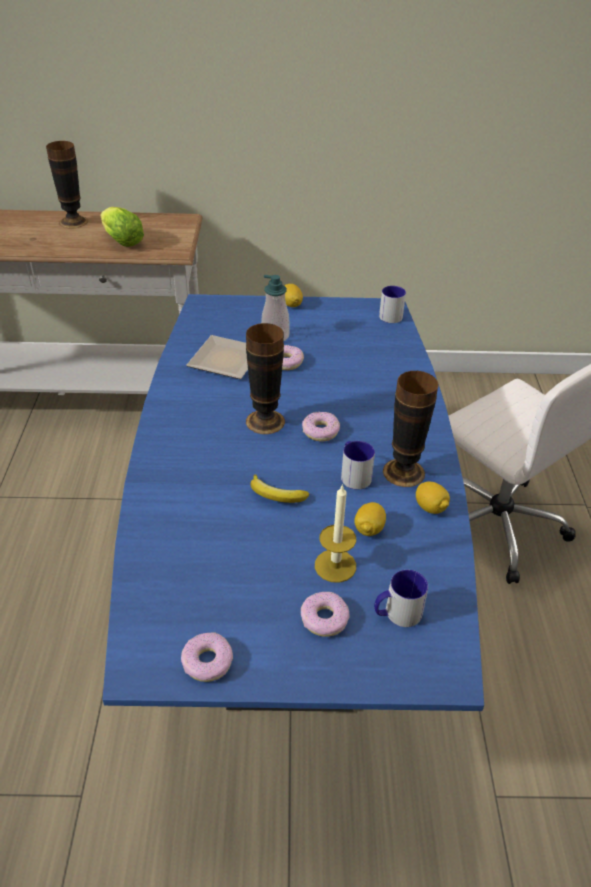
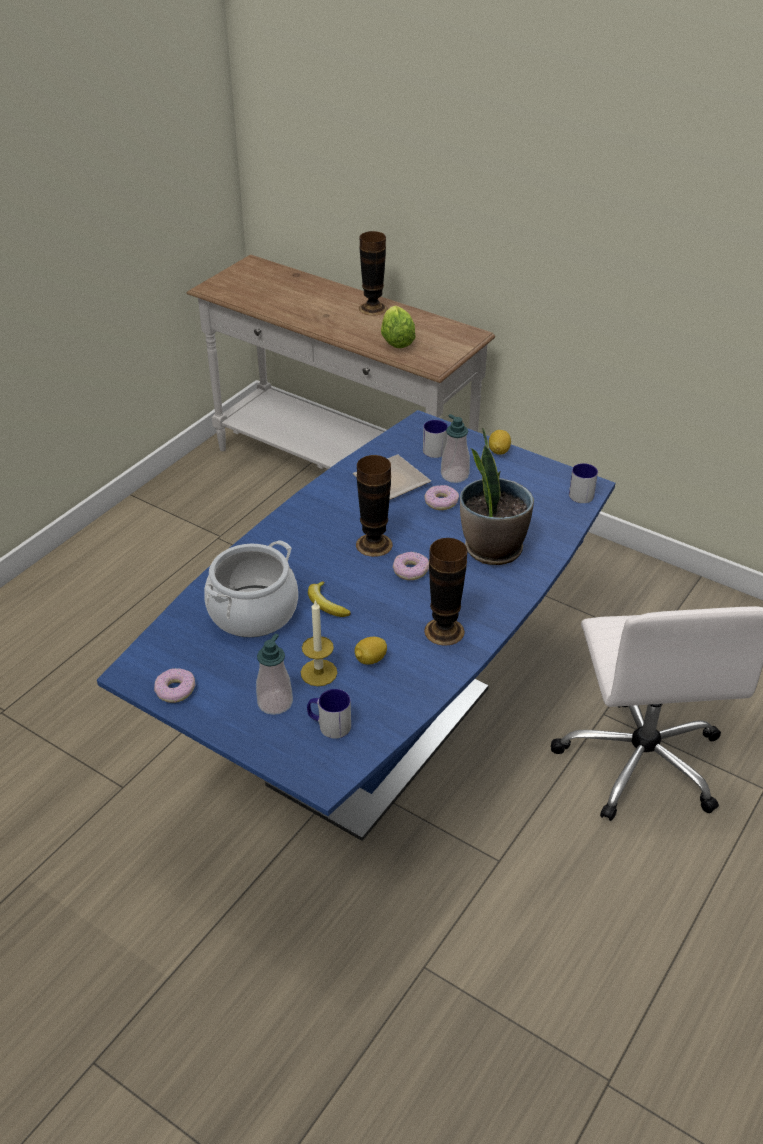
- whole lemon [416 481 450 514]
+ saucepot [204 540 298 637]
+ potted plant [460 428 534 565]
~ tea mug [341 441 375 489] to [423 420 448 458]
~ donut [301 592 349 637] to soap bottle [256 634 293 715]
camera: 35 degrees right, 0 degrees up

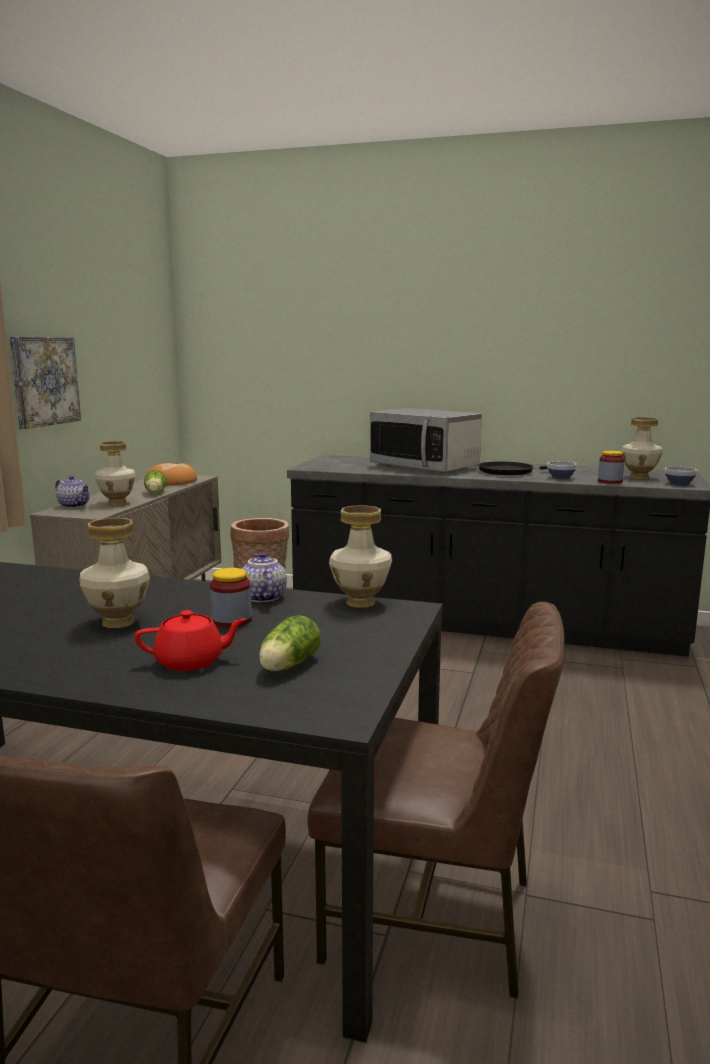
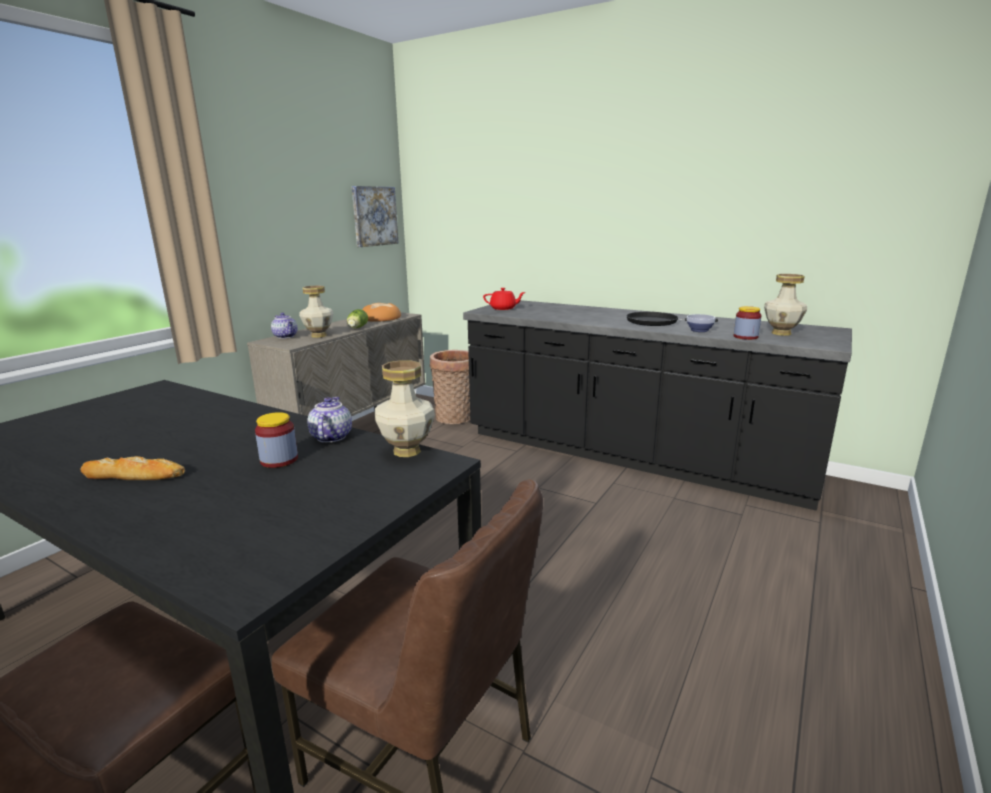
- flower vase [80 518 150 628]
- lettuce [259 615 320 671]
- microwave [370 408 482 473]
- serving bowl [665 466 697 486]
+ baked bread [80 456 185 480]
~ wall picture [9 337 81 429] to [352 186 398 247]
~ red-coloured tea pot [134 610 246 671] to [483 288 526 310]
camera: 15 degrees right, 5 degrees up

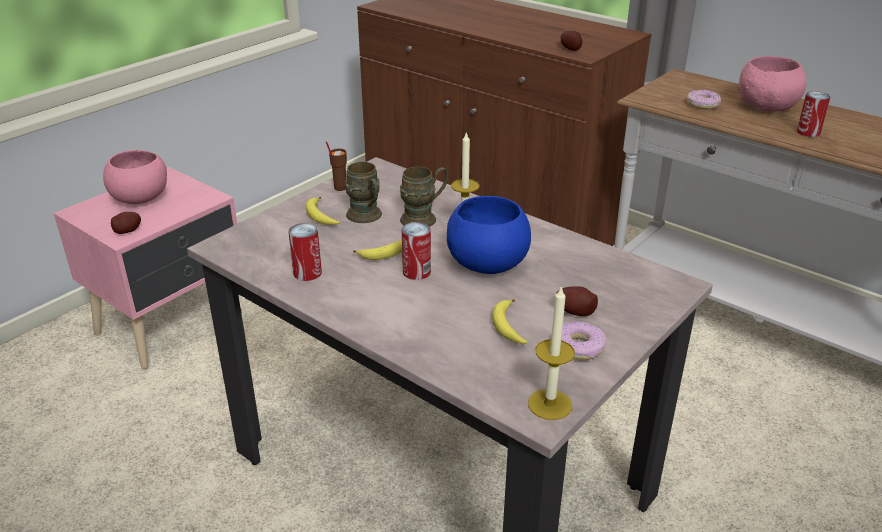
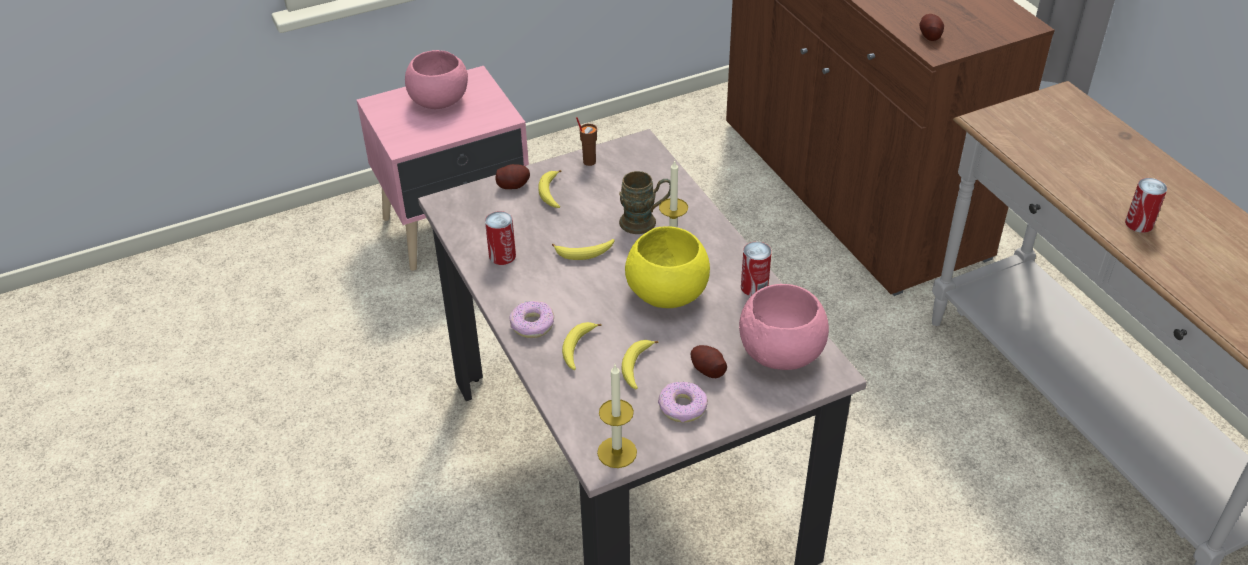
- brownish tea mug [345 162 382 223]
+ banana [562 322 602 370]
~ whole potato [111 212 141 234] to [496 164 530 189]
~ sealed can [402 222 431 280] to [741 242 772 296]
~ donut [687 90 721 110] to [510 301 554 338]
~ pinkish serving bowl [739 56 806 112] to [739 284 829 370]
~ blue serving bowl [447 196 531 274] to yellowish serving bowl [625 226 710 308]
camera: 25 degrees right, 10 degrees up

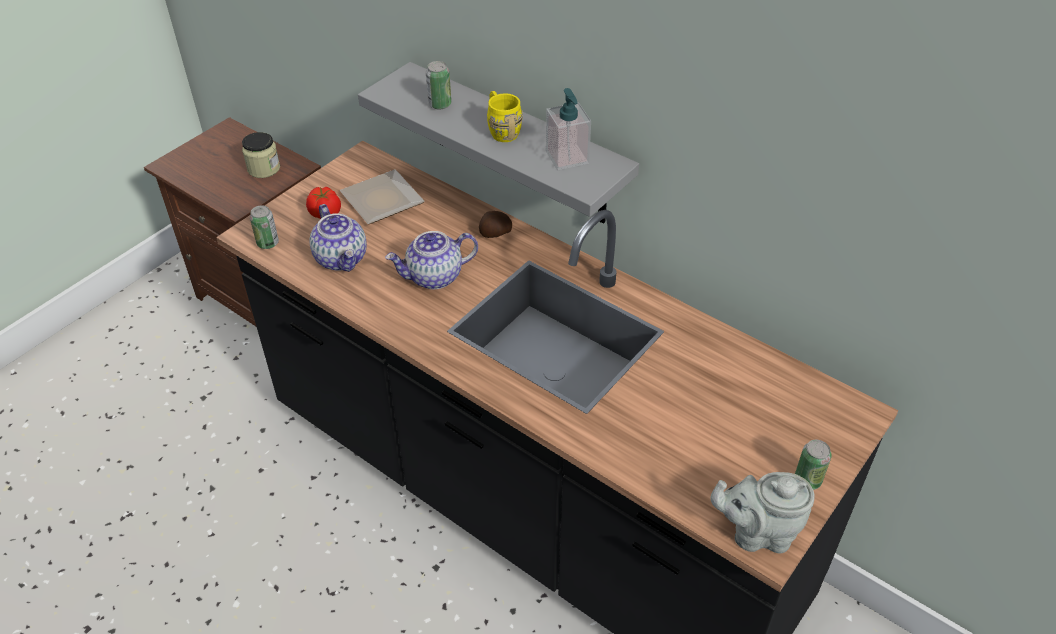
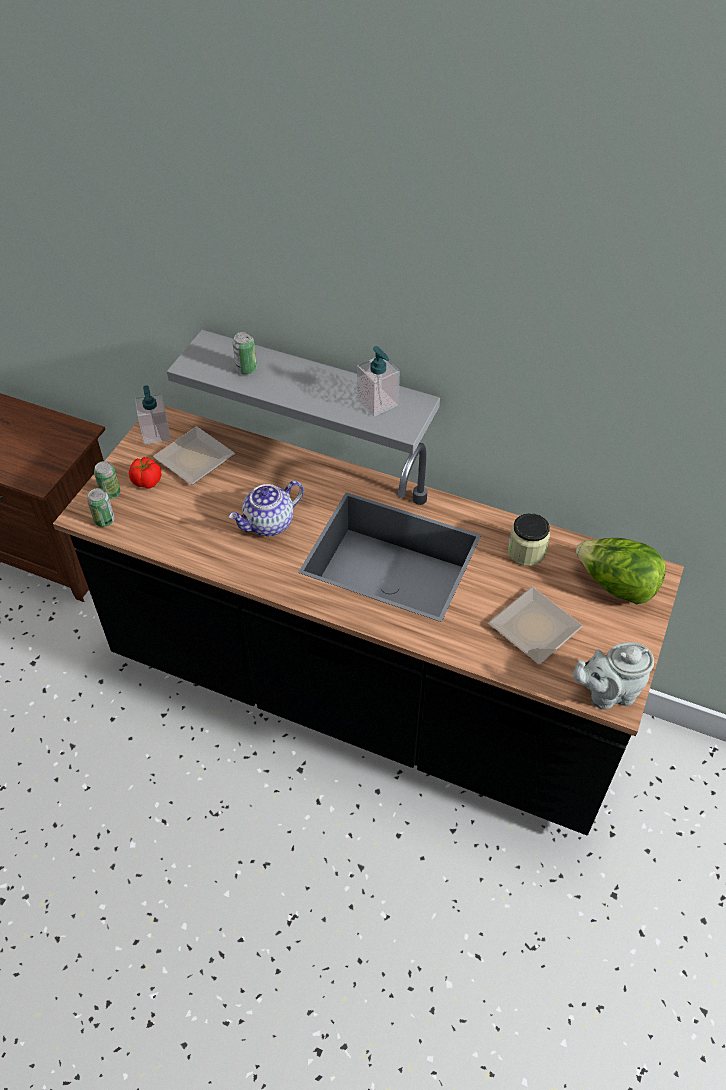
- tea pot [309 204 367 272]
- whole potato [479 211 512 238]
- yellowish tea mug [487 91 523 142]
+ soap bottle [135 385 171 444]
+ plate [488 587 583 664]
+ lettuce [576 538 665 604]
~ jar [242 132 280 178] to [508 513 550 566]
~ sealed can [795 440 832 490] to [94 461 121 499]
camera: 15 degrees left, 5 degrees up

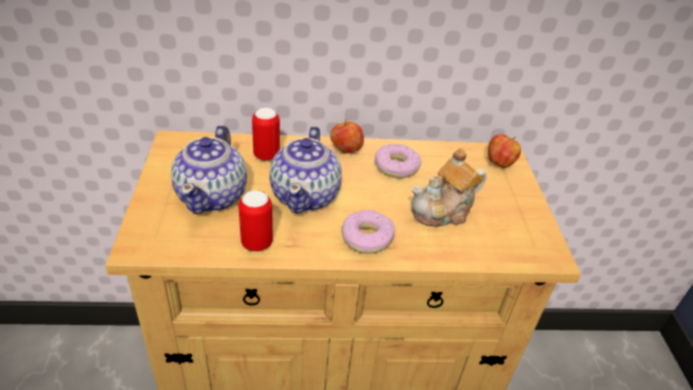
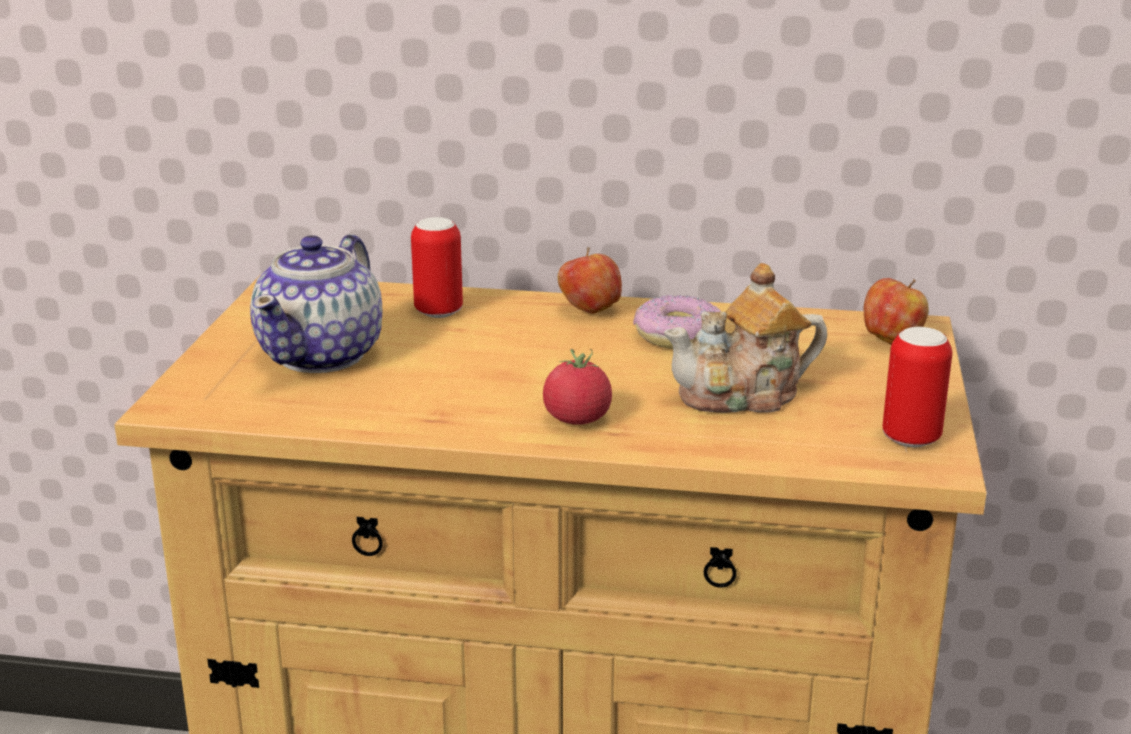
- tea pot [269 126 342 213]
~ sealed can [238 190 273 252] to [882 327 952 447]
~ donut [341 210 395 254] to fresh tomato [543 349 612 425]
camera: 15 degrees right, 15 degrees down

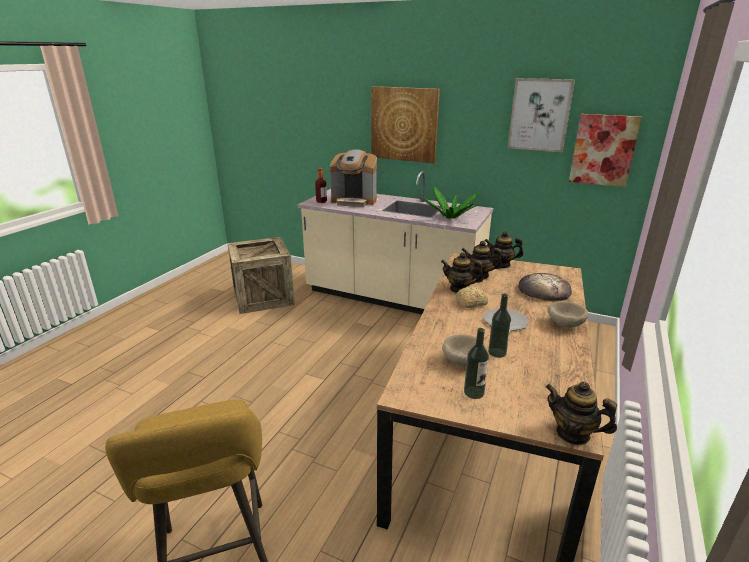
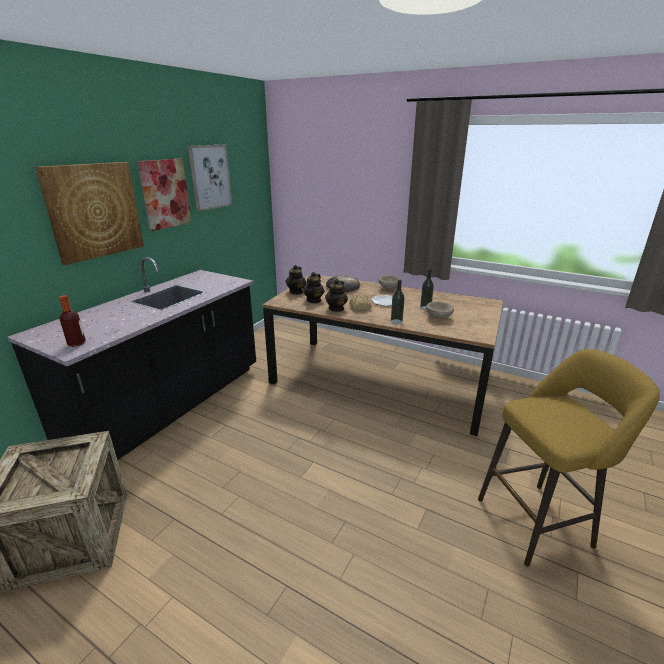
- coffee brewer [330 149 377 207]
- potted plant [424 186 480 219]
- tea pot [546 381 617 445]
~ bottle [464 328 489 399] to [391 280 405 324]
~ wall picture [569 114 642 187] to [137 159 192 231]
~ beige-coloured counter [298 171 493 314] to black-coloured counter [7 257 256 460]
camera: 85 degrees left, 0 degrees up

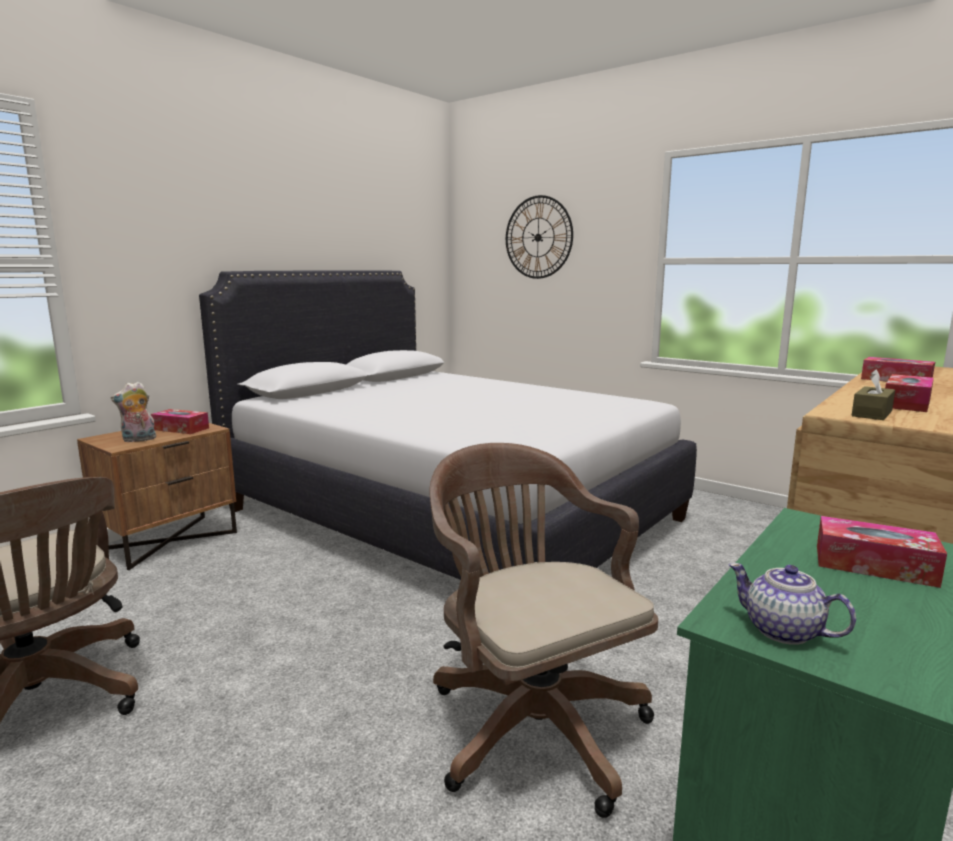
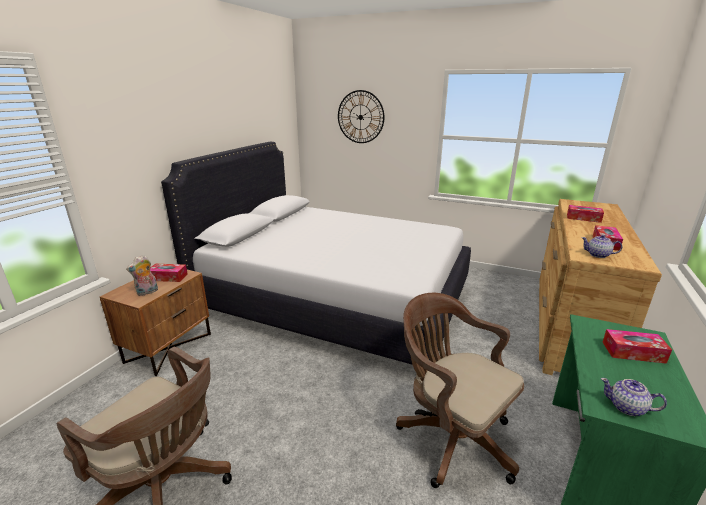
~ brownish tissue box [851 370 895 420] to tea pot [581 235 622 258]
camera: 15 degrees left, 10 degrees up

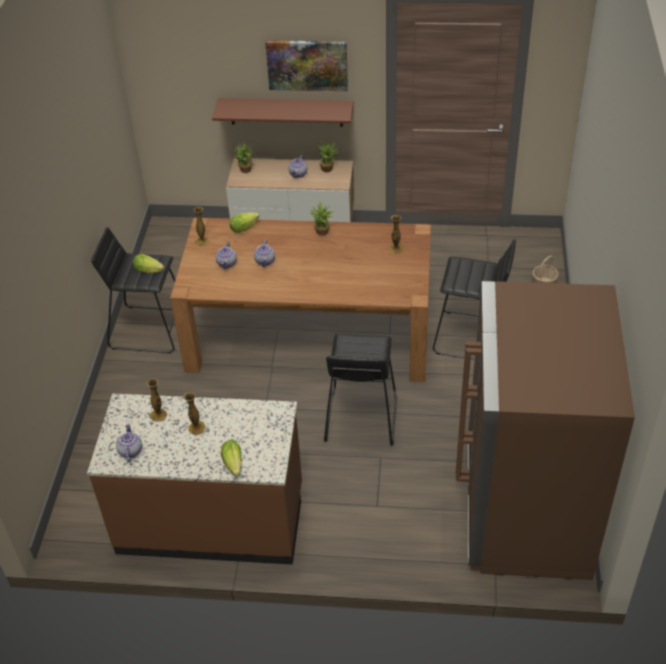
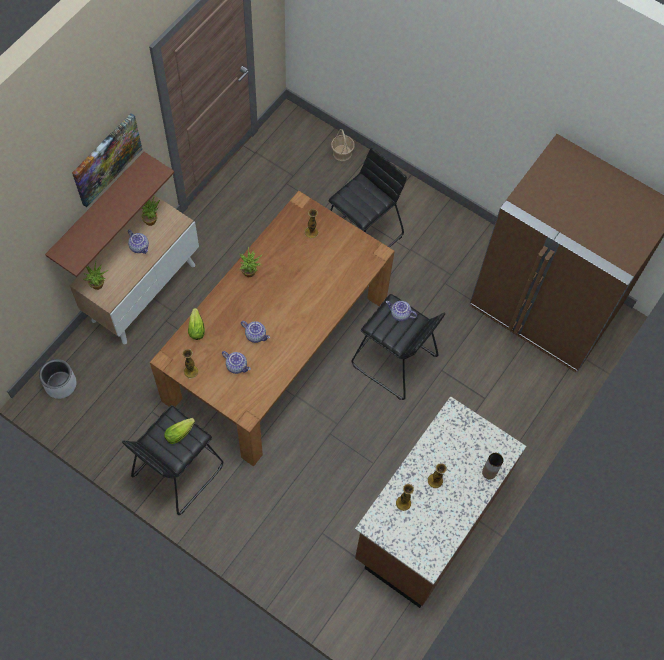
+ gray flower pot [39 359 76 399]
~ tea pot [116 423 142 462] to [386 301 417 321]
~ lettuce [221 440 242 476] to brownish flower vase [482 453 503 479]
camera: 65 degrees left, 20 degrees up

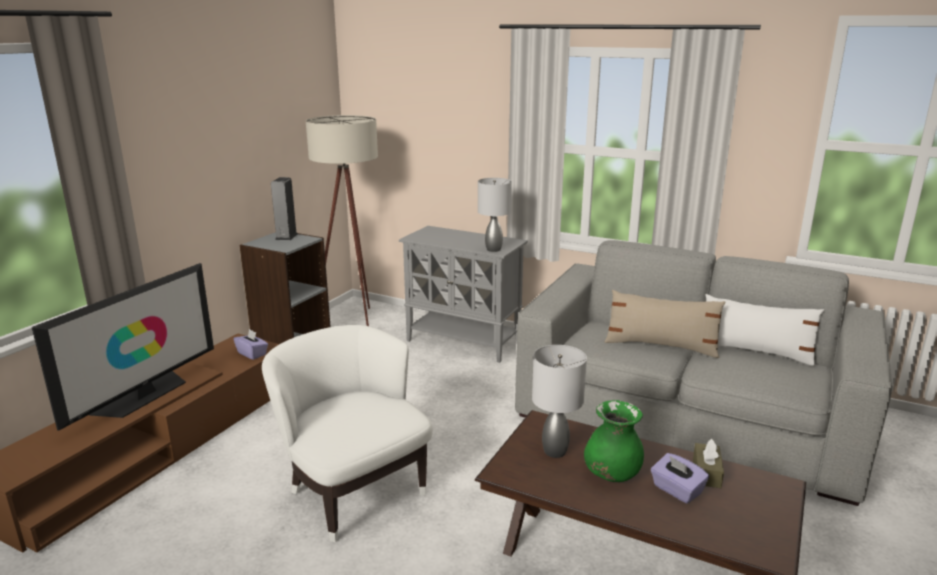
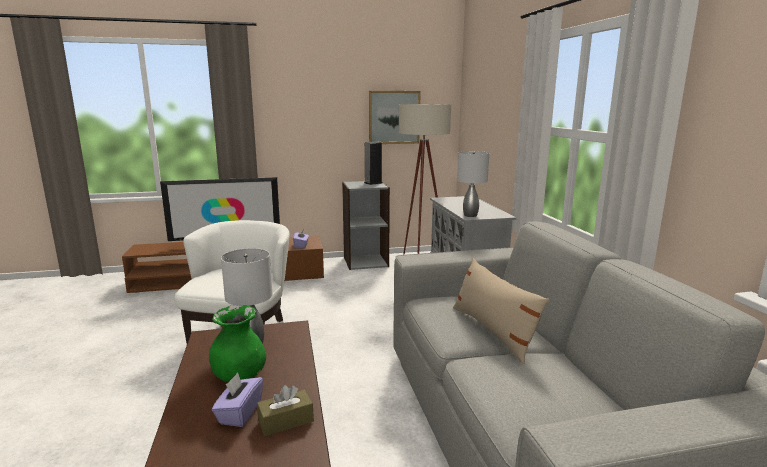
- whitish cushion [706 294 824 366]
+ wall picture [369 91 421 144]
camera: 50 degrees right, 5 degrees down

